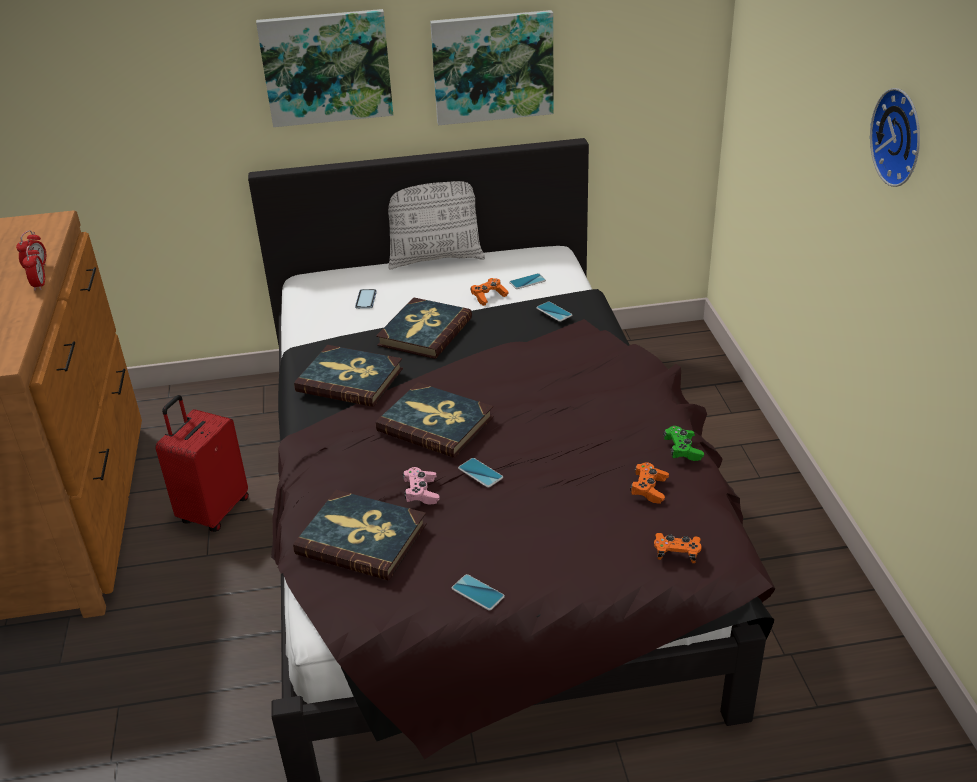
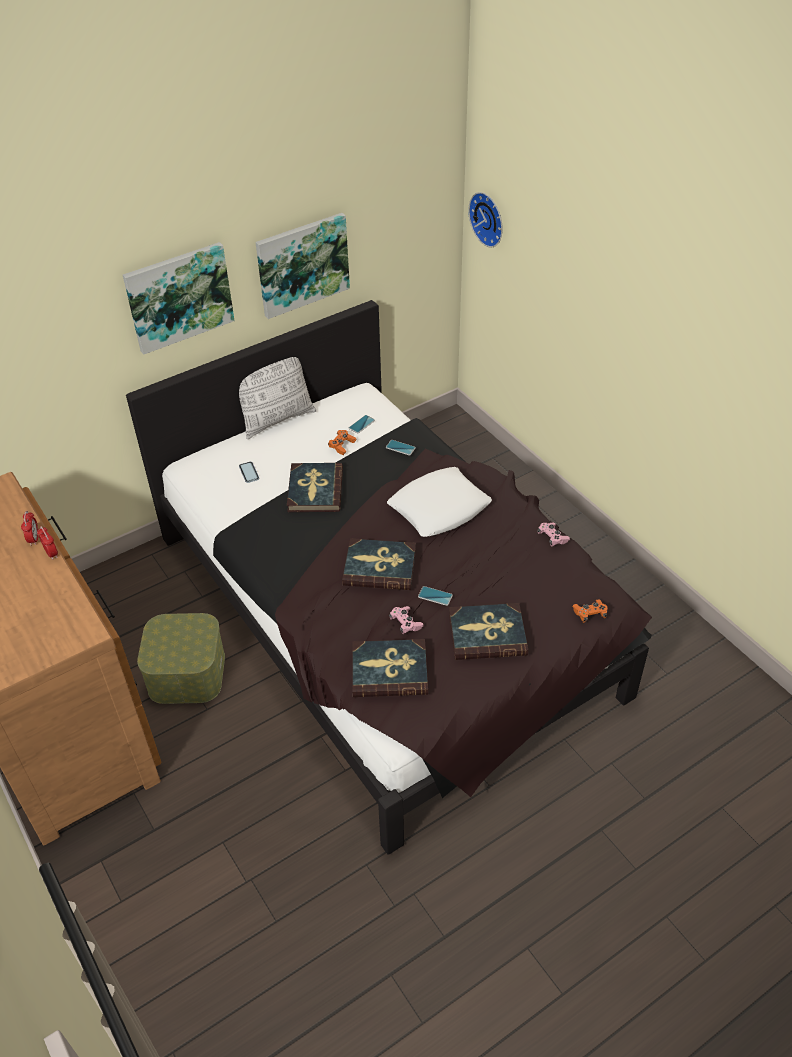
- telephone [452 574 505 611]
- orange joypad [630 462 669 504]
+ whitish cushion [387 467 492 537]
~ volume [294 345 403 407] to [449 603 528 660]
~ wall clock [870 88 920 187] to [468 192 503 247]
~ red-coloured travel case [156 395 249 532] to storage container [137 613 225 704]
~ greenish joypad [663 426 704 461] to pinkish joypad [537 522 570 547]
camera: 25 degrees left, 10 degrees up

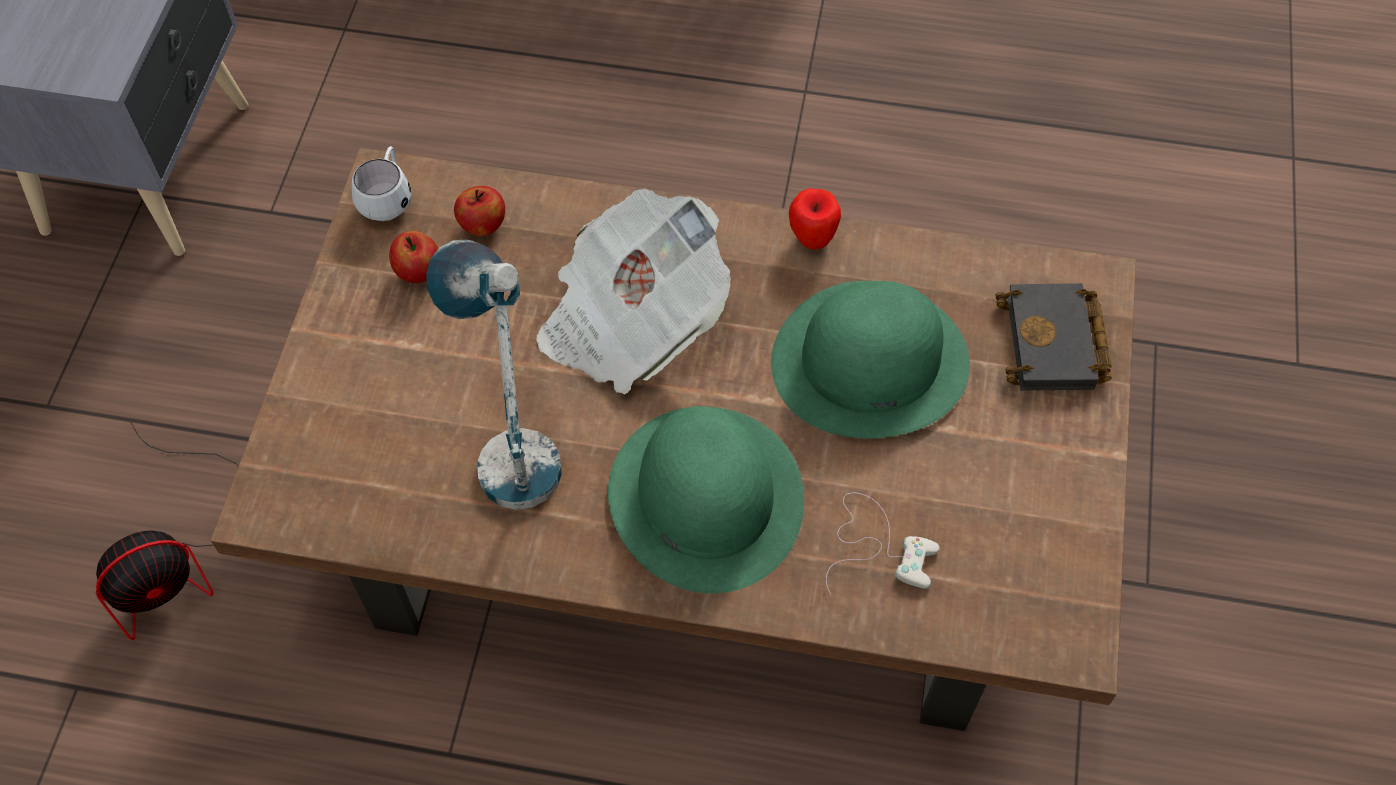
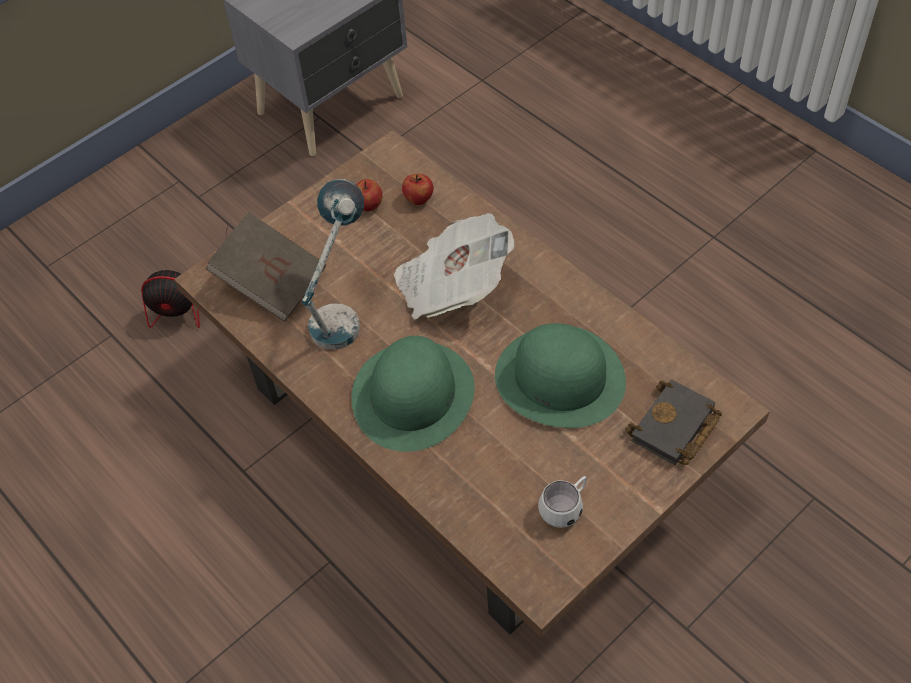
- apple [789 188 841 250]
- whitish joypad [826 493 940 595]
+ brownish volume [205 212 326 322]
~ whitish tea mug [352 146 411 221] to [538 476 587 528]
camera: 40 degrees right, 5 degrees down

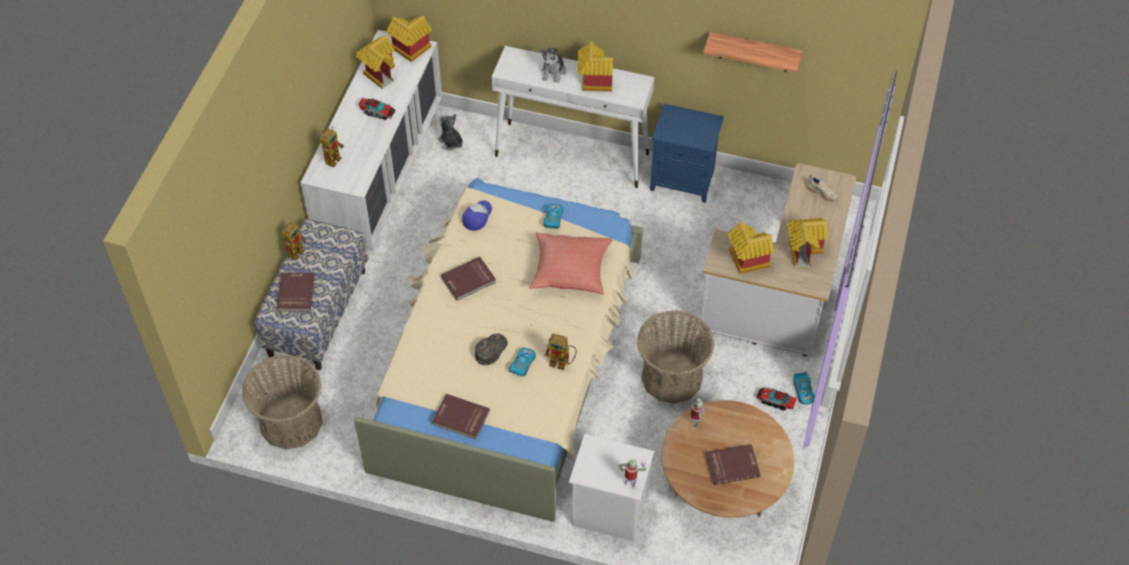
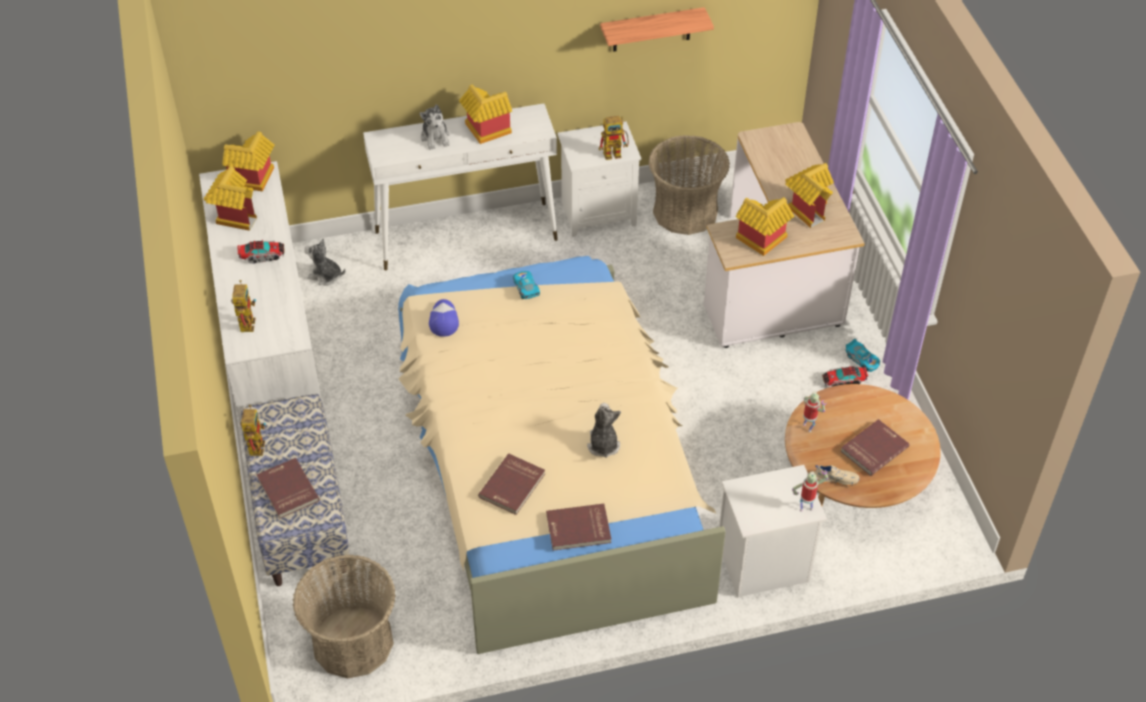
- greenish peaked cap [475 333 508 365]
- red-coloured cushion [529 232 612 294]
~ red-coloured volume [441 257 496 301] to [478 454 545 515]
~ toy robot [545 333 577 370] to [599 116 629 160]
~ basket [637 311 715 404] to [648 135 730 235]
~ beige-coloured shoe [807 175 839 201] to [815 465 860 487]
~ toy car [509 348 536 376] to cuddly toy [587 403 621 458]
~ blue night table [650 104 724 203] to whitish night table [557 121 641 237]
camera: 30 degrees left, 5 degrees down

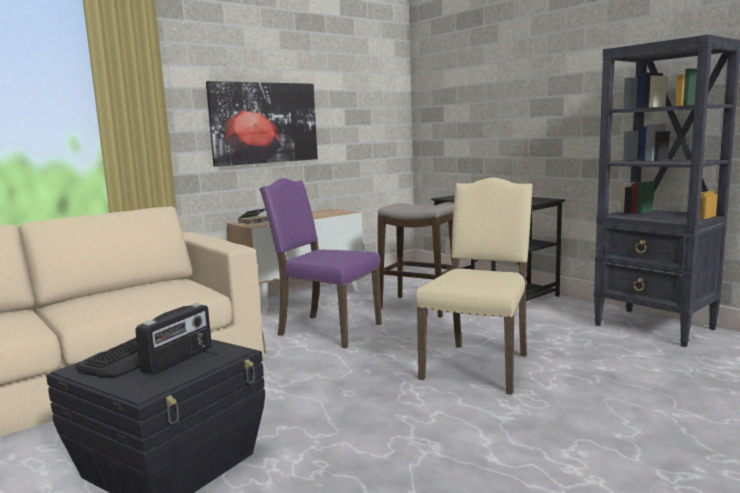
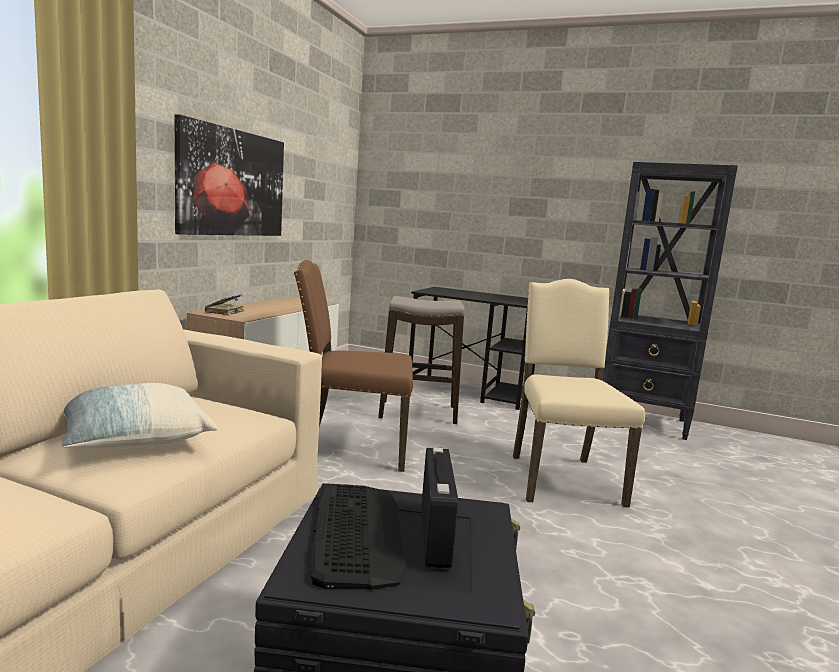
+ cushion [62 383 218 449]
~ purple-coloured upright chair [259 178 382 348] to brownish upright chair [294 260 413 472]
camera: 30 degrees left, 0 degrees up

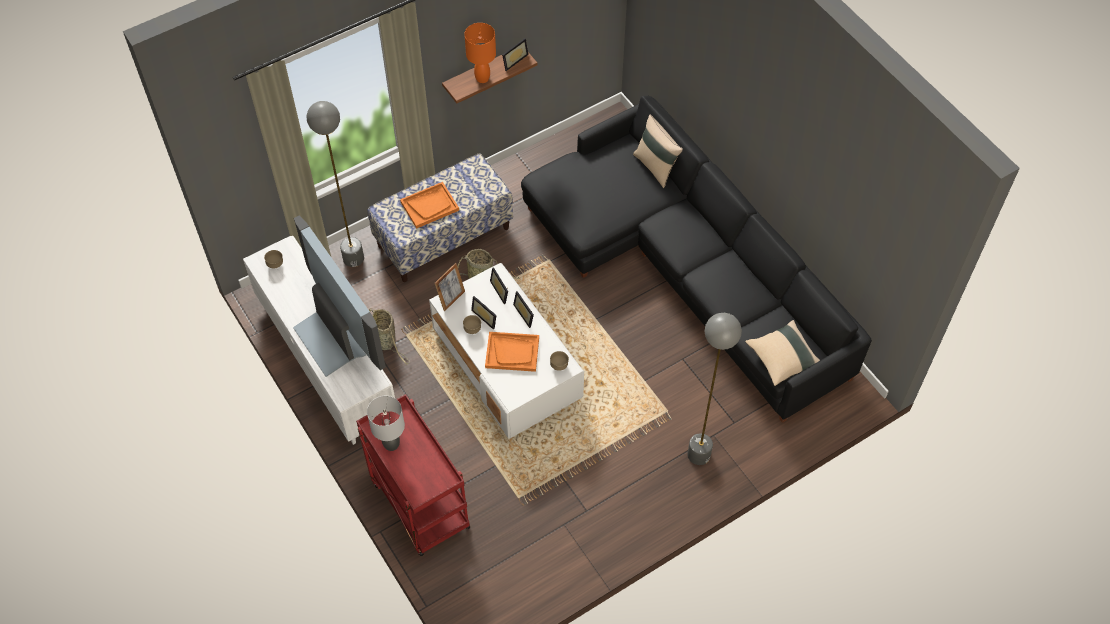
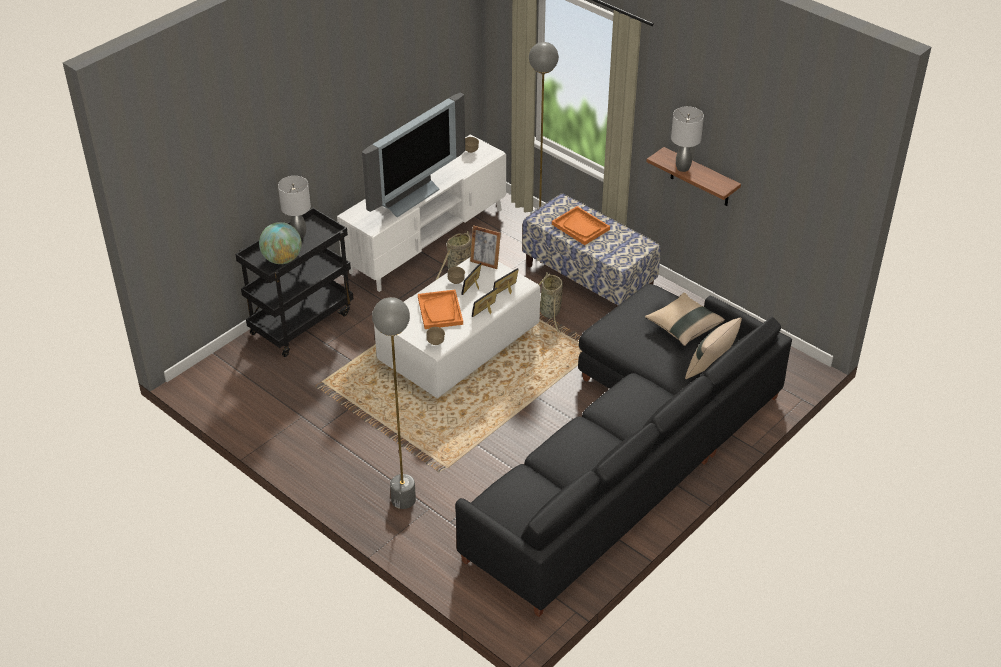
- photo frame [502 38 529 71]
+ globe [259 222 302 264]
~ beige-coloured cushion [745 320 820 386] to [645 293 725 346]
~ red-coloured wheeled cart [356 394 470 557] to black-coloured wheeled cart [235 208 353 357]
~ orange lamp for a table [464 23 496 83] to gray lamp for a table [671 106 704 172]
camera: 75 degrees right, 15 degrees down

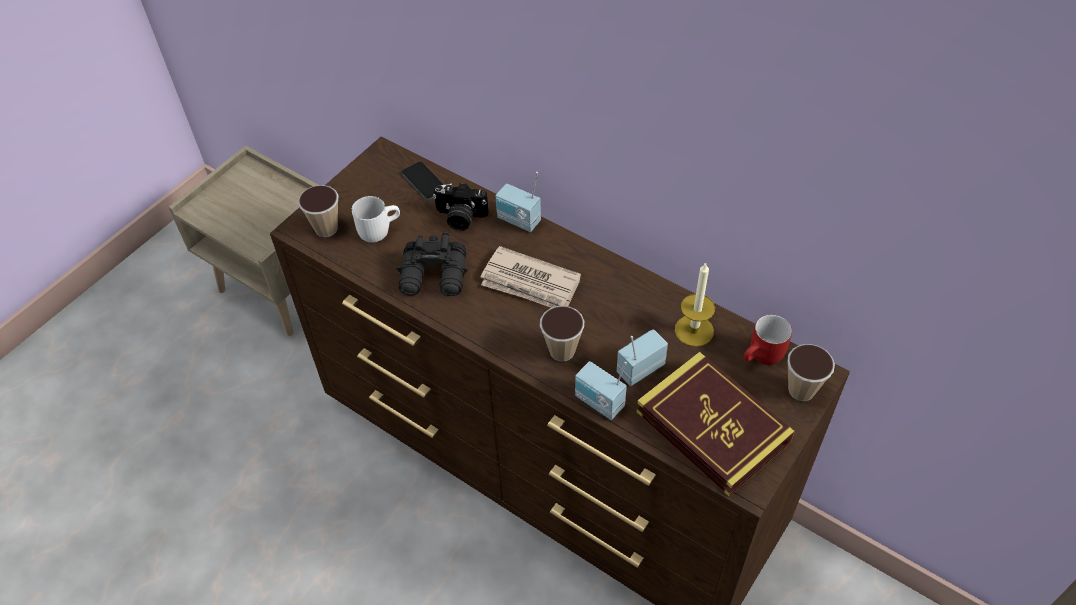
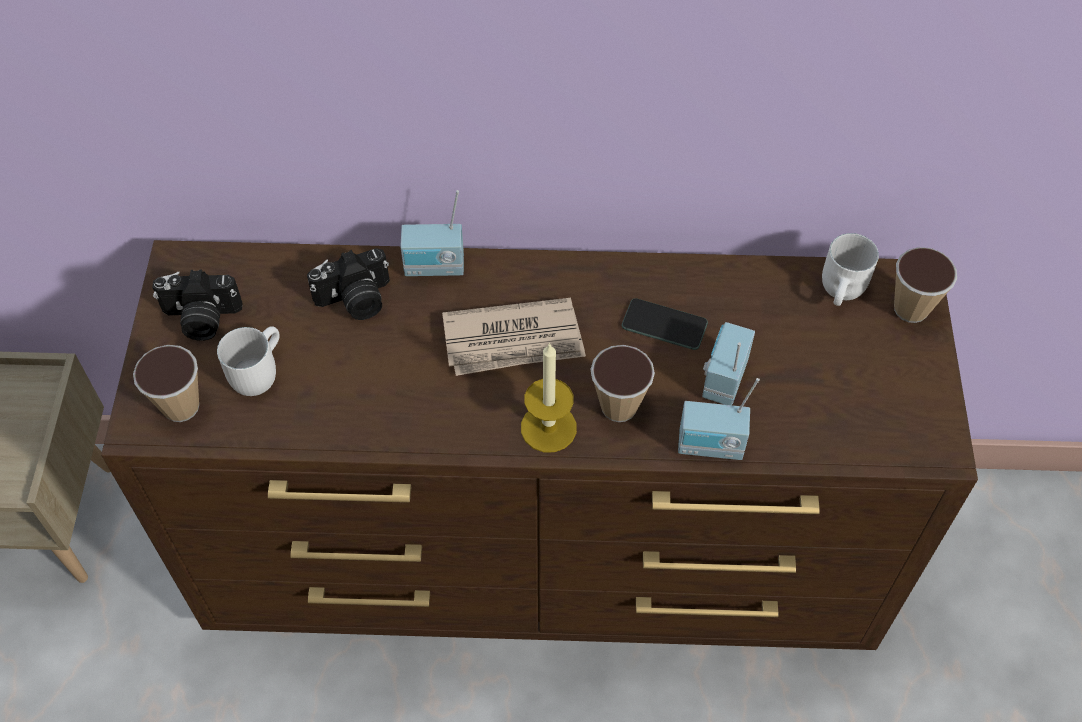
- black-coloured binoculars [396 232 468 296]
- volume [636 352 795 496]
+ photo camera [152 270 243 341]
~ telephone [401 162 444 201] to [622 298 708 350]
~ candle [675 262 715 347] to [521 343 577 452]
~ red-coloured tea mug [744 314 792 365] to whitish tea mug [822 233 879 306]
camera: 35 degrees left, 5 degrees up

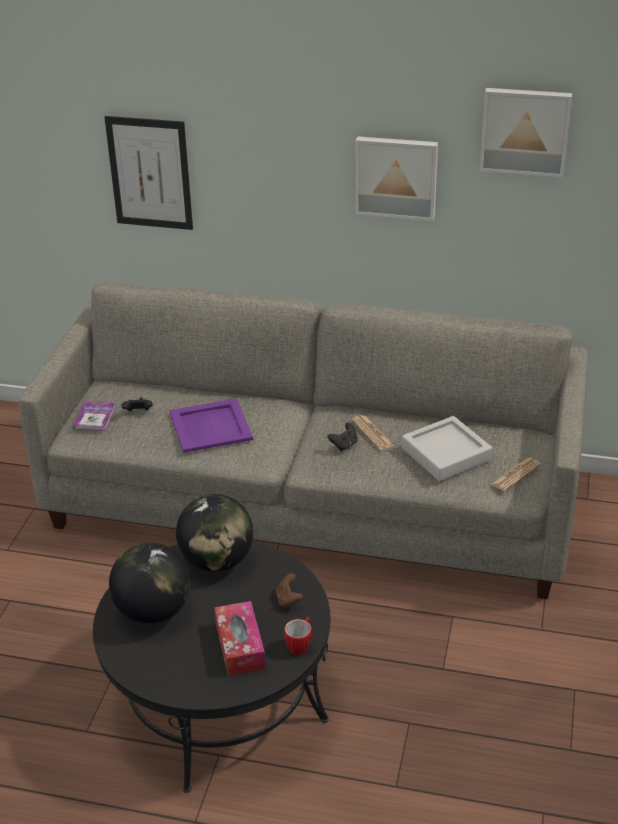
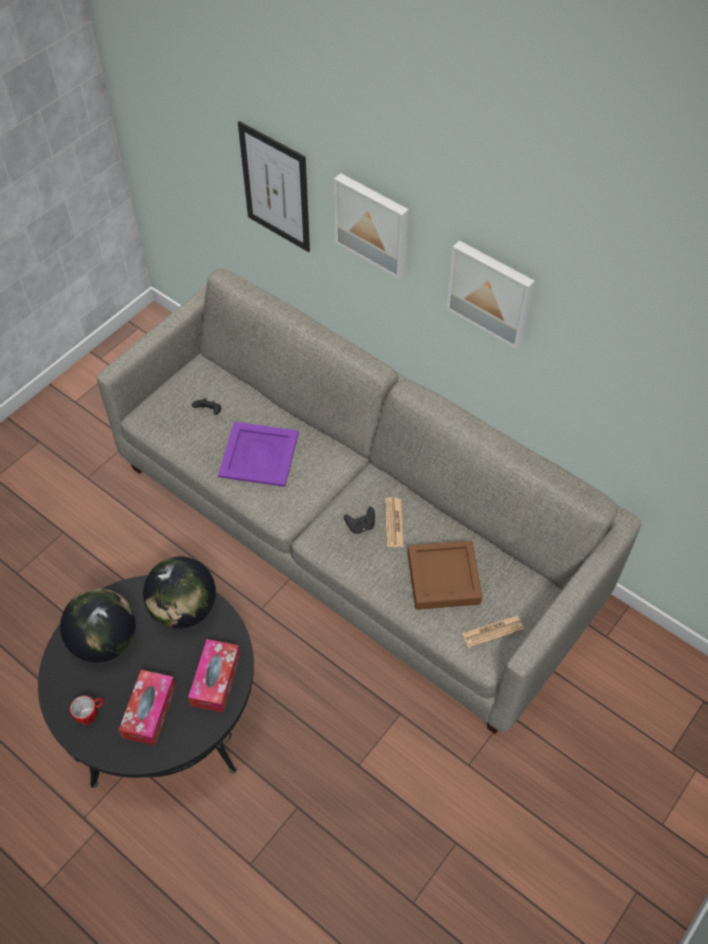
- volume [73 401 116 431]
~ tea mug [284 617 312 655] to [70 696 103 725]
~ wall picture [480 88 573 177] to [334 173 409 279]
~ brownish joypad [276 573 303 608] to tissue box [188 639 241 712]
~ gray tray [402 416 493 481] to brownish tray [408 541 482 610]
camera: 25 degrees right, 20 degrees up

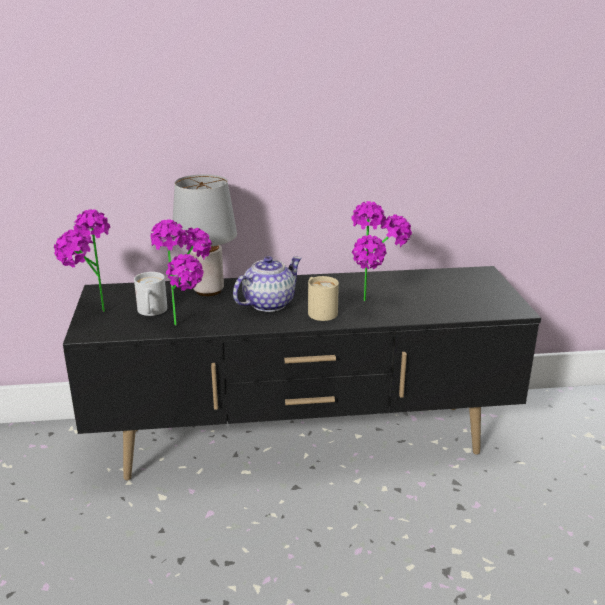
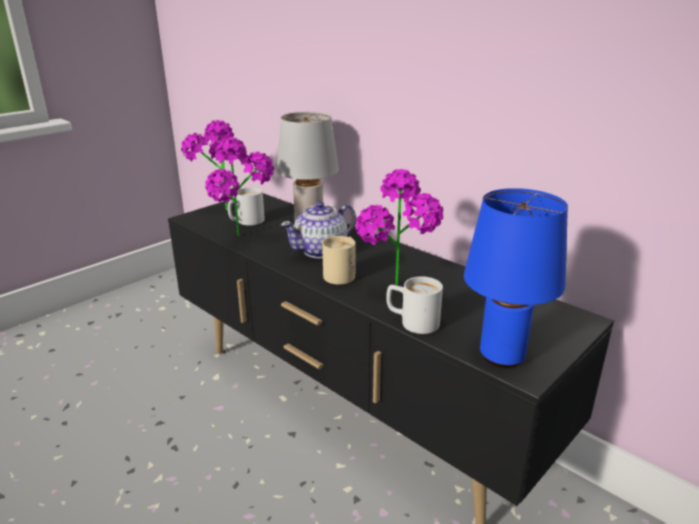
+ whitish tea mug [386 277 443 334]
+ blue lamp for a table [464 188 568 368]
~ tea pot [233 256 302 312] = [281 201 356 259] 135 degrees clockwise
camera: 50 degrees right, 0 degrees up

